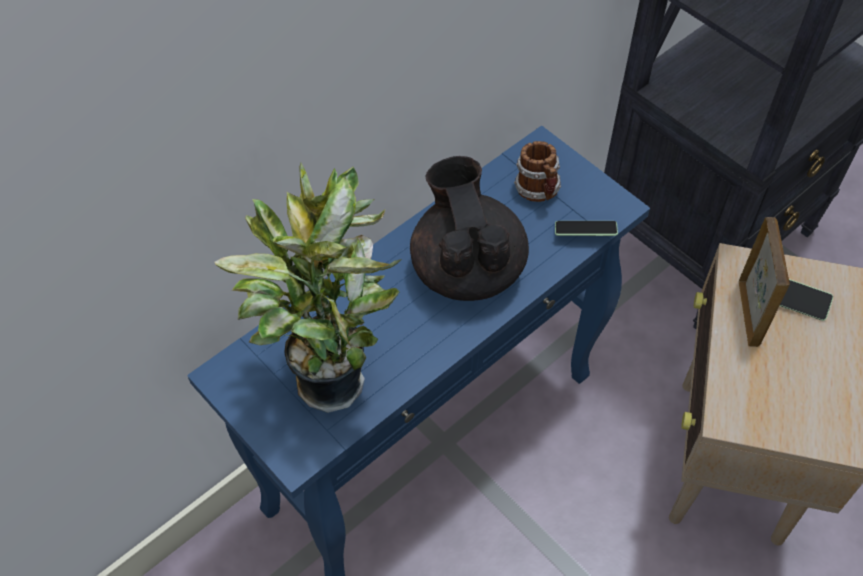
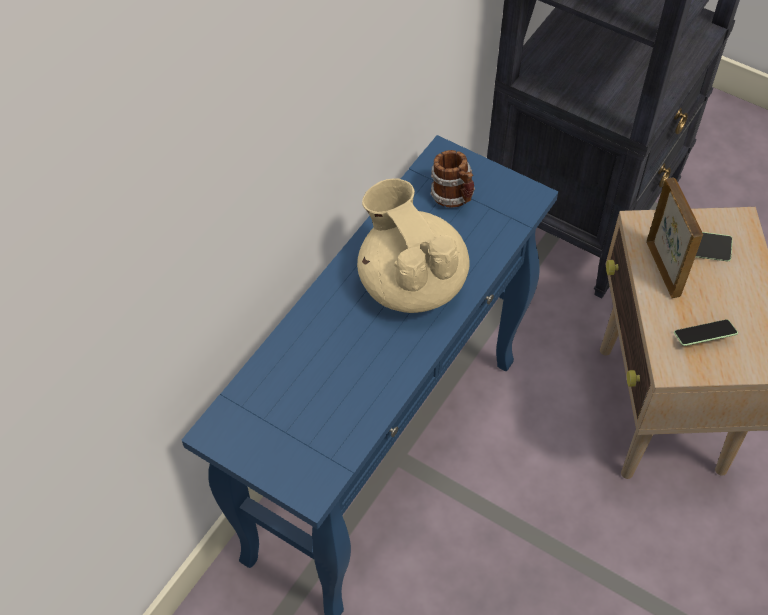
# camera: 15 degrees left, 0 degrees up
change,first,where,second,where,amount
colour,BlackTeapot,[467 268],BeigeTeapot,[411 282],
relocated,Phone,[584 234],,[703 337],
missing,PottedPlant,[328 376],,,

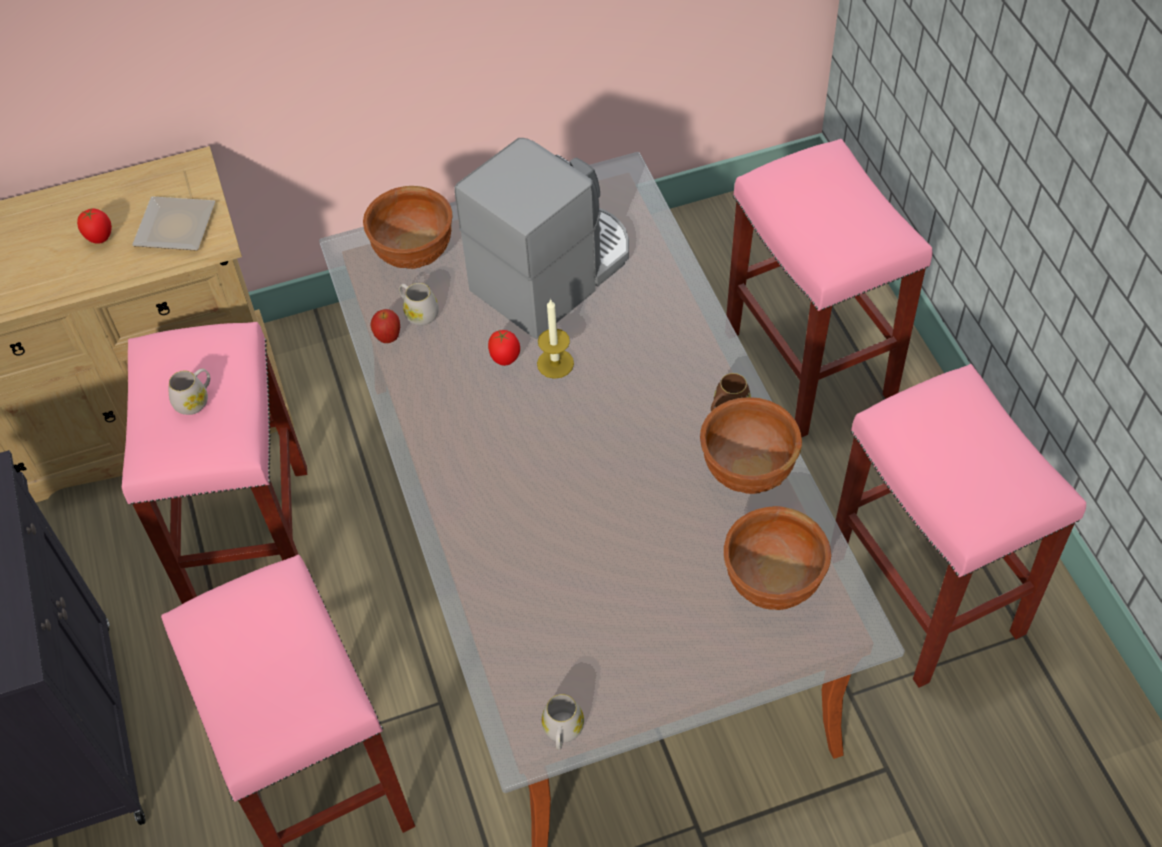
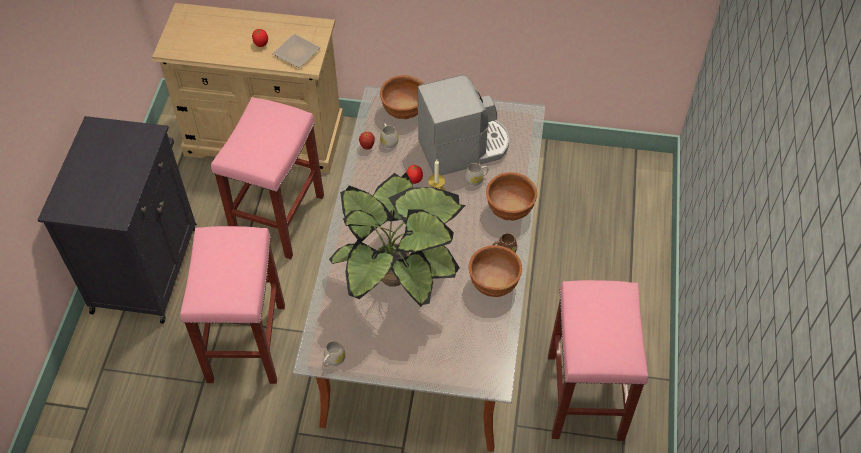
# camera: 25 degrees right, 0 degrees up
change,first,where,second,where,amount
appeared,,,PottedPlant,[399 276],
relocated,WhiteMug,[195 400],,[476 179],
relocated,BrownBowl,[771 582],,[509 209],
missing,PinkStool,[811 366],,,

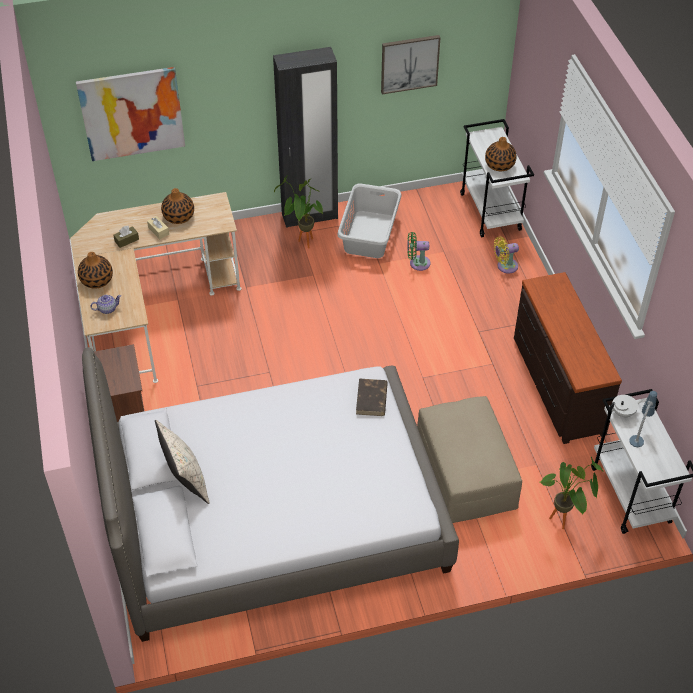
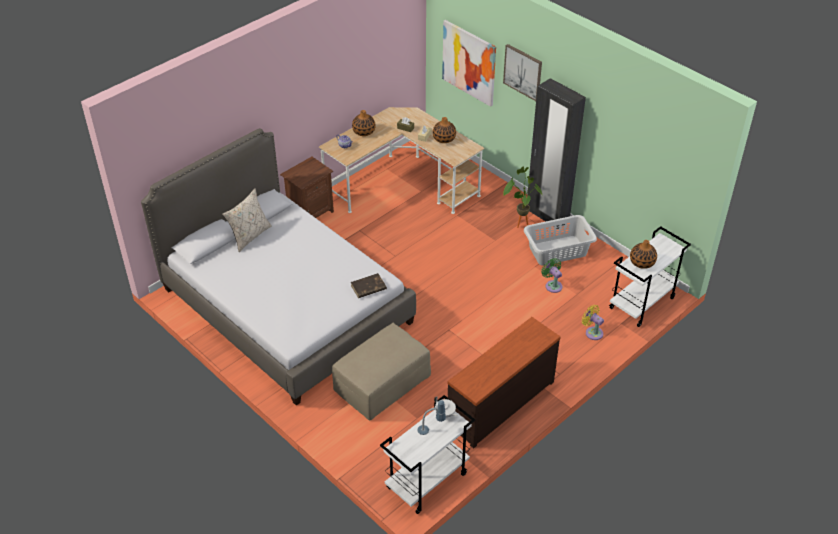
# camera: 60 degrees right, 5 degrees down
change,first,where,second,where,amount
relocated,Picture,[409 63],,[523 72],
missing,PottedPlant,[564 522],,,

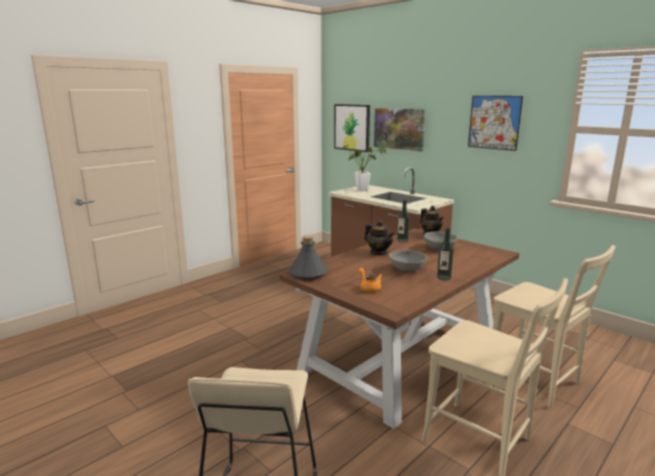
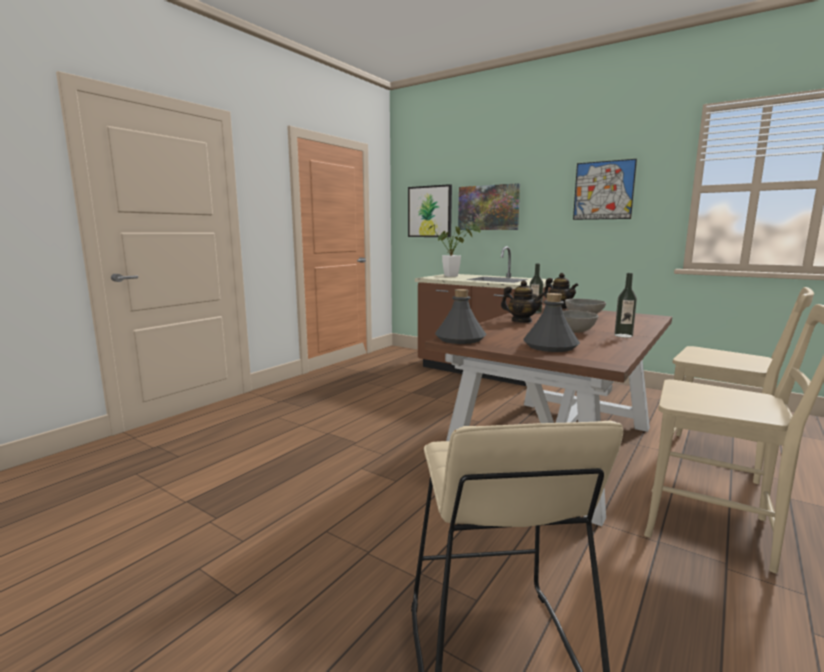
# camera: 10 degrees left, 5 degrees down
change,first,where,second,where,amount
exchanged,OrangeTeapot,[369 287],GreyBottle,[550 346],

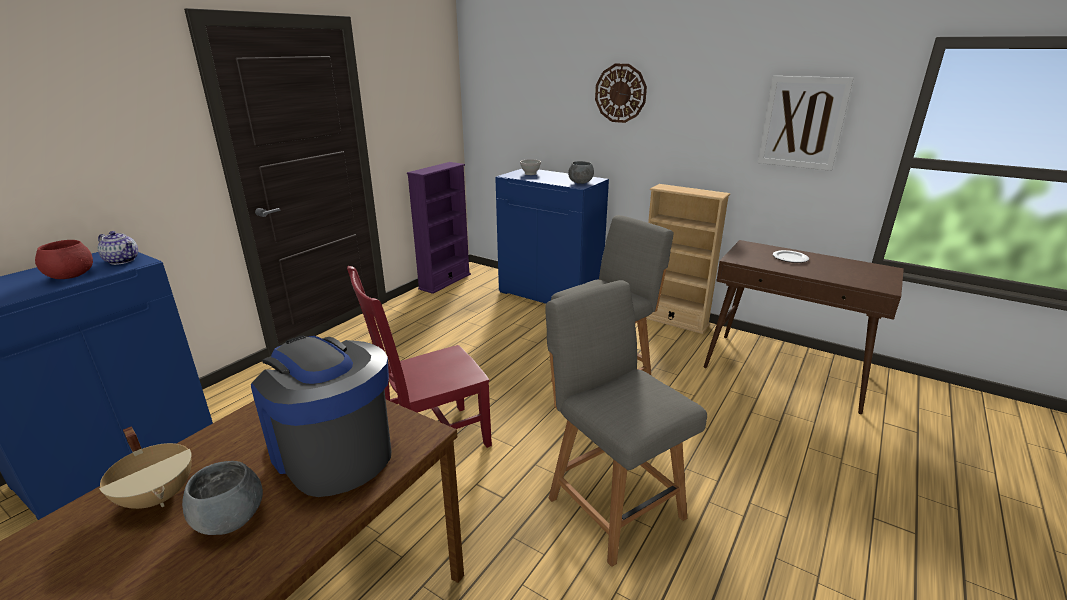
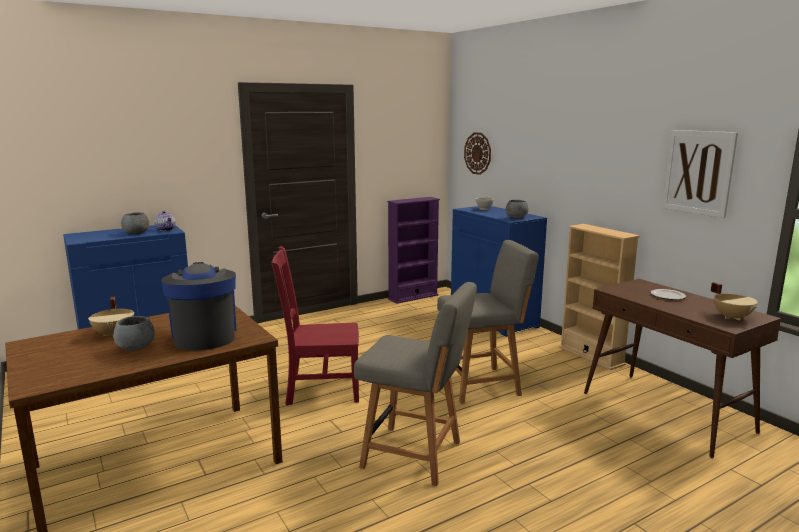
# camera: 25 degrees right, 10 degrees down
change,first,where,second,where,amount
colour,RedBowl,[71 276],GreyBowl,[136 233],
spun,GreyChair,[612 504],,[415 455],120 degrees clockwise
relocated,WallClock,[620 93],,[477 153],
appeared,,,BeigeCookingPot,[732 317],

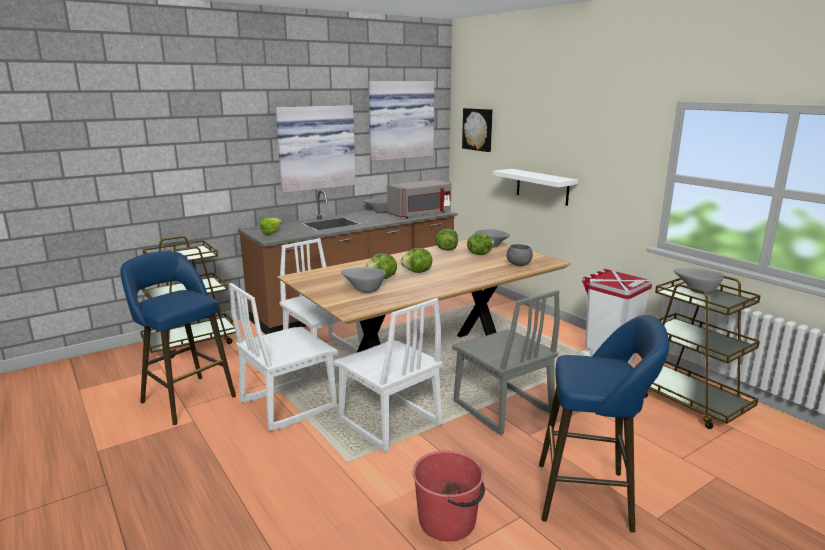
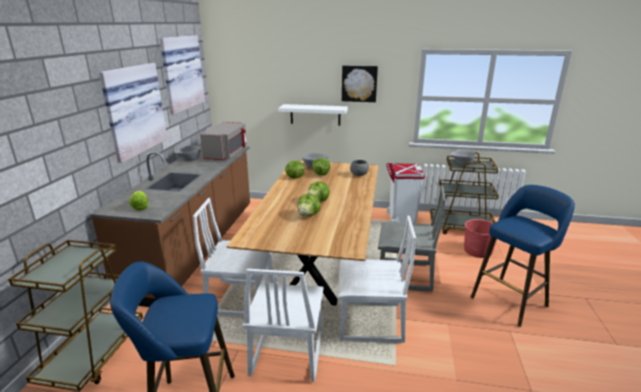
# camera: 45 degrees left, 5 degrees up
change,first,where,second,where,amount
relocated,Picture,[478 129],,[359 83],
relocated,RedBucket,[448 521],,[478 251],
missing,GreyBowl,[364 290],,,

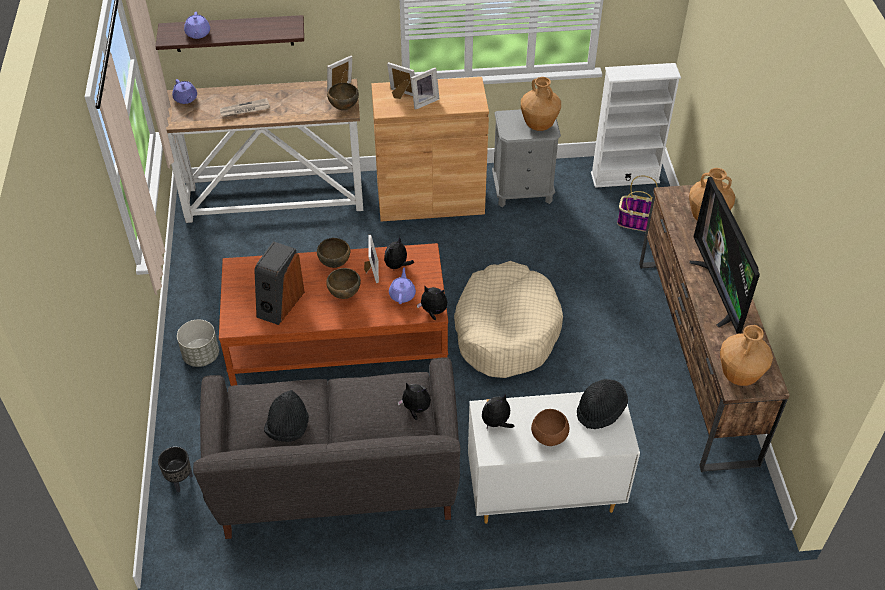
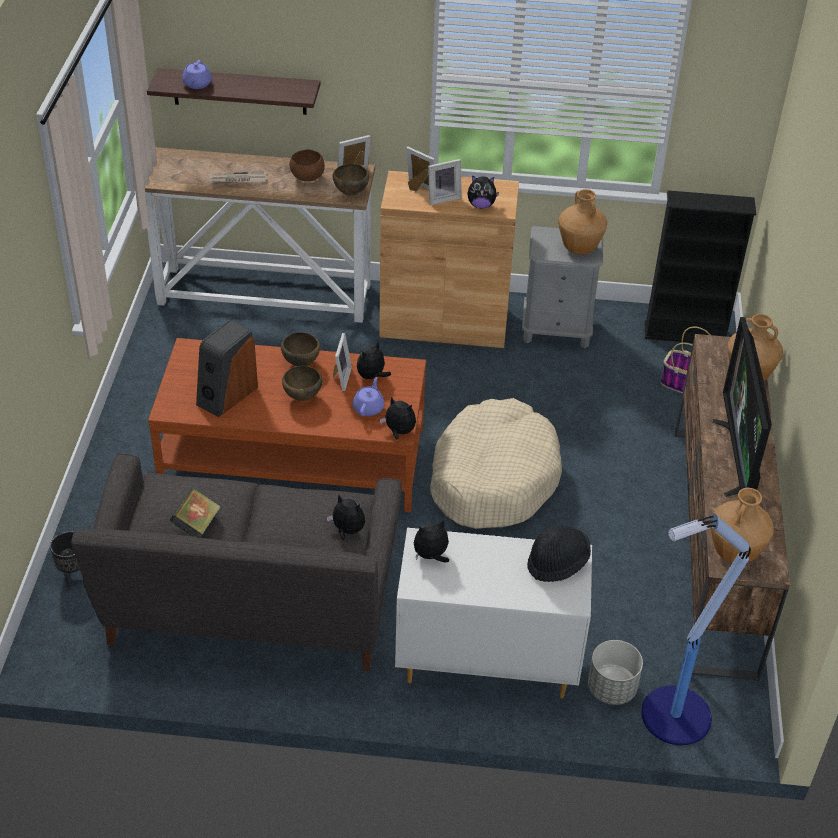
# camera: 10 degrees right, 5 degrees down
change,first,where,second,where,amount
exchanged,BlackHat,[288 428],Book,[196 525],
relocated,BrownBowl,[549 437],,[308 178],
appeared,,,PlushToy,[481 205],
relocated,GreyPlanter,[201 355],,[611 688],
appeared,,,FloorLamp,[673 717],
colour,WhiteBookcase,[625 177],BlackBookcase,[685 333],
missing,PurpleTeapot,[186 99],,,

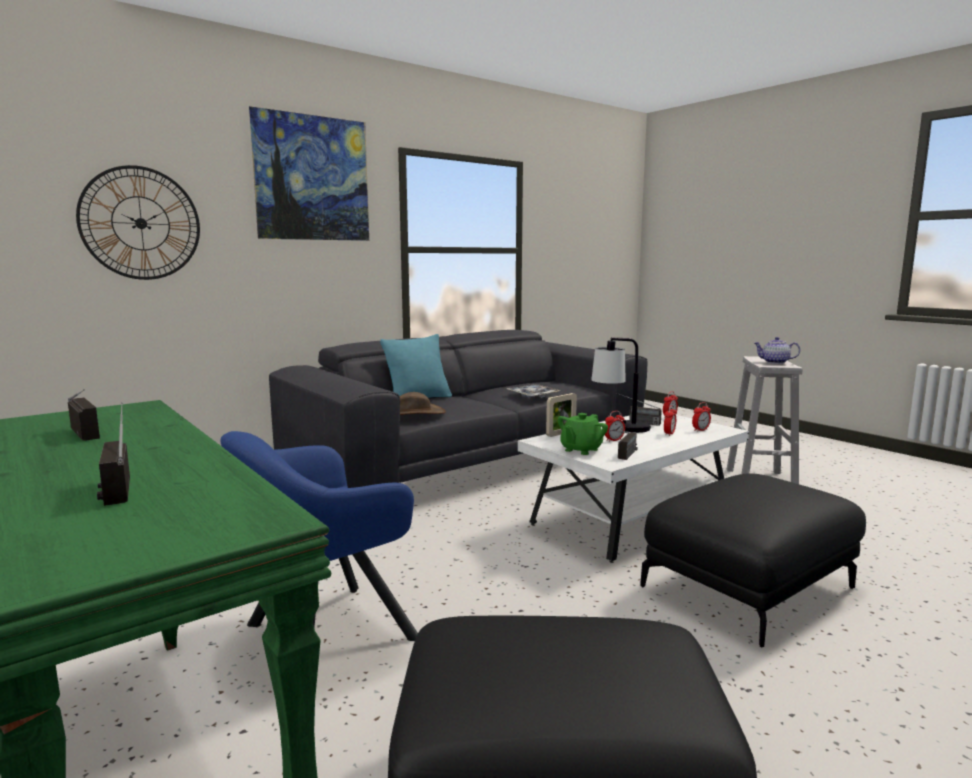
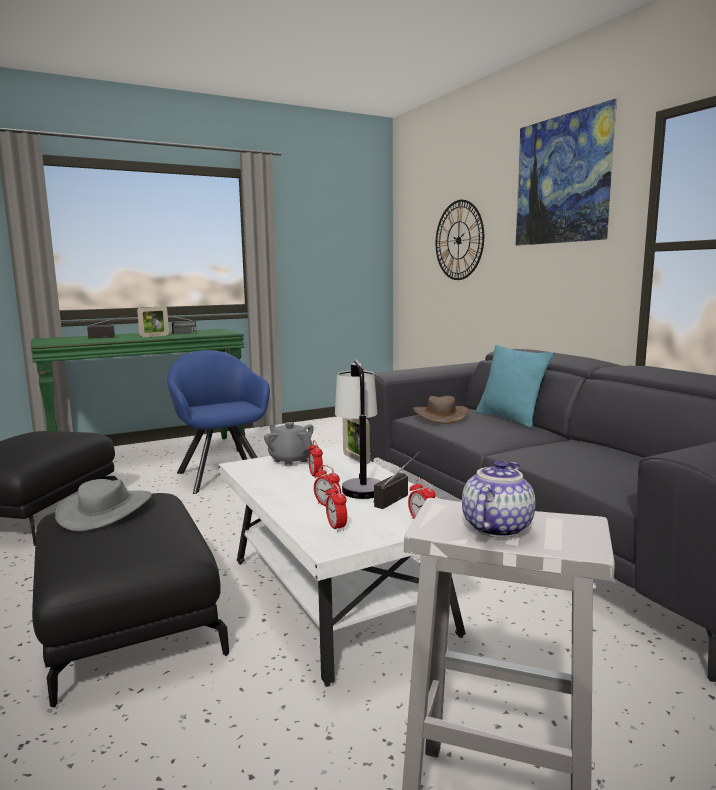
# camera: 100 degrees right, 0 degrees up
change,first,where,second,where,amount
appeared,,,GreyHat,[106 510],
appeared,,,PictureFrame,[154 336],
colour,GreenTeapot,[581 450],GreyTeapot,[290 460],
missing,Tray,[533 395],,,
missing,Radio,[625 457],,,

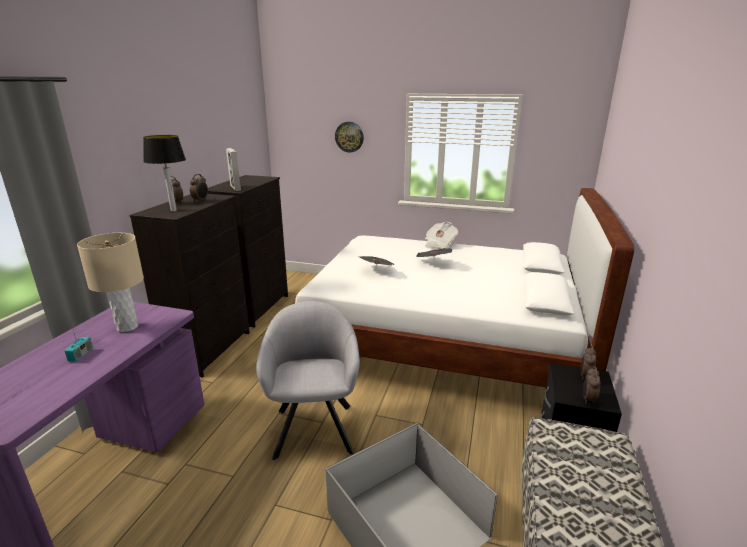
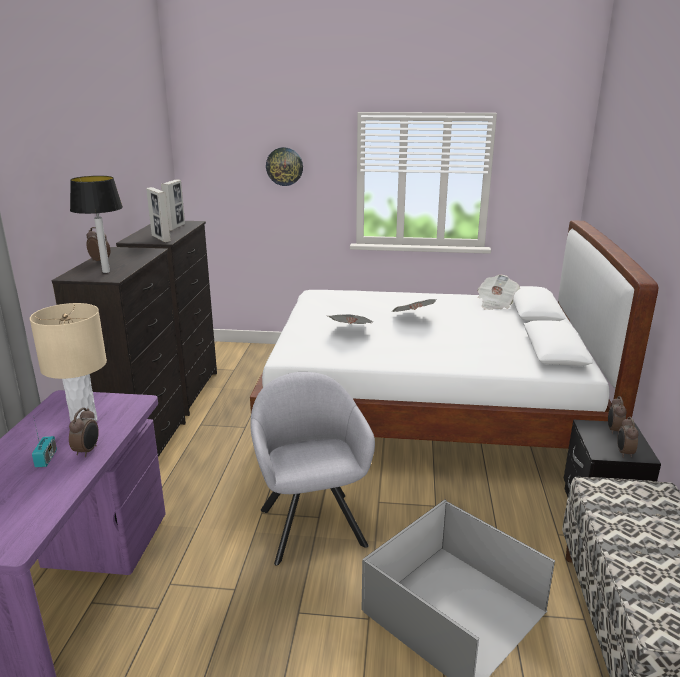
# camera: 10 degrees left, 0 degrees up
change,first,where,second,where,amount
relocated,AlarmClock,[201 200],,[87 451],
appeared,,,PictureFrame,[175 227],
relocated,Newspaper,[439 244],,[495 304],

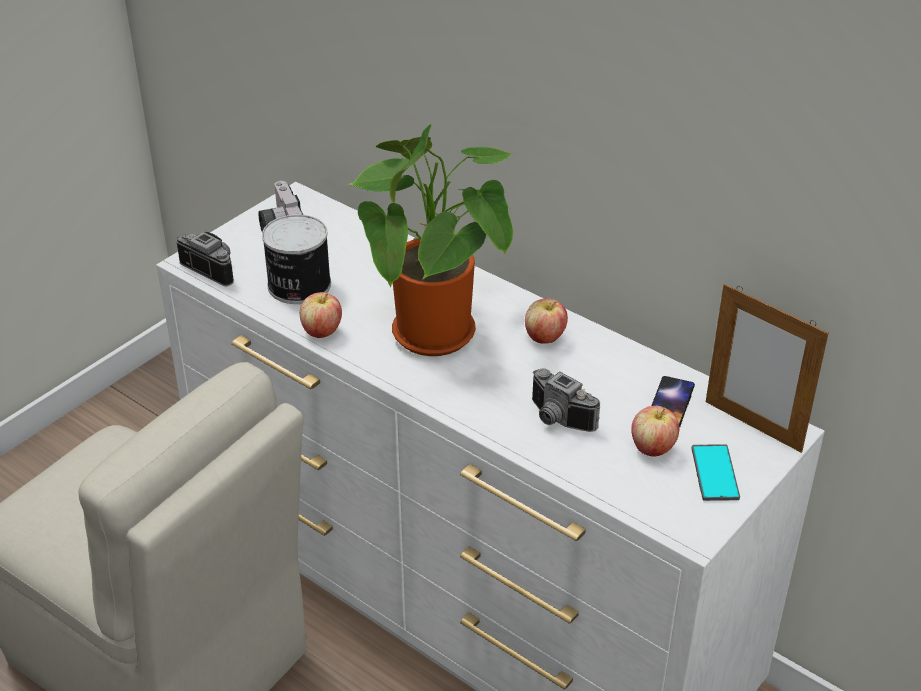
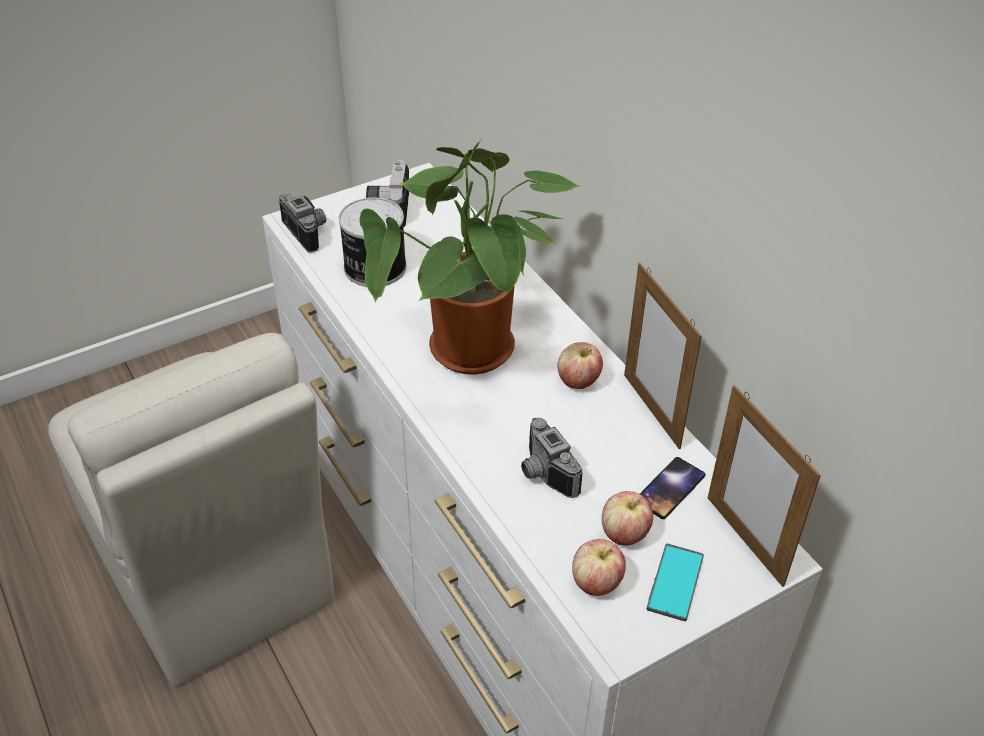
# camera: 20 degrees right, 5 degrees up
change,first,where,second,where,amount
relocated,Apple,[322 331],,[596 583],
appeared,,,PictureFrame,[651 410],

